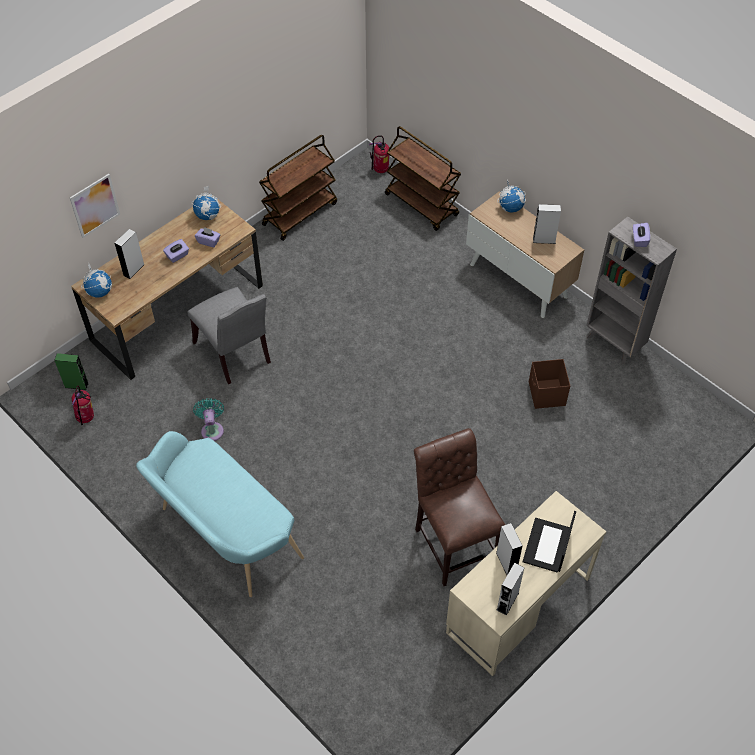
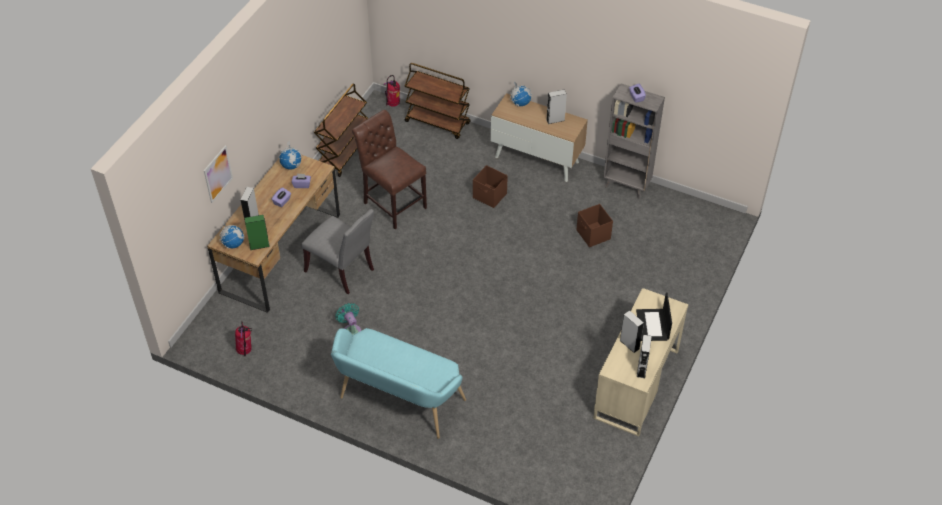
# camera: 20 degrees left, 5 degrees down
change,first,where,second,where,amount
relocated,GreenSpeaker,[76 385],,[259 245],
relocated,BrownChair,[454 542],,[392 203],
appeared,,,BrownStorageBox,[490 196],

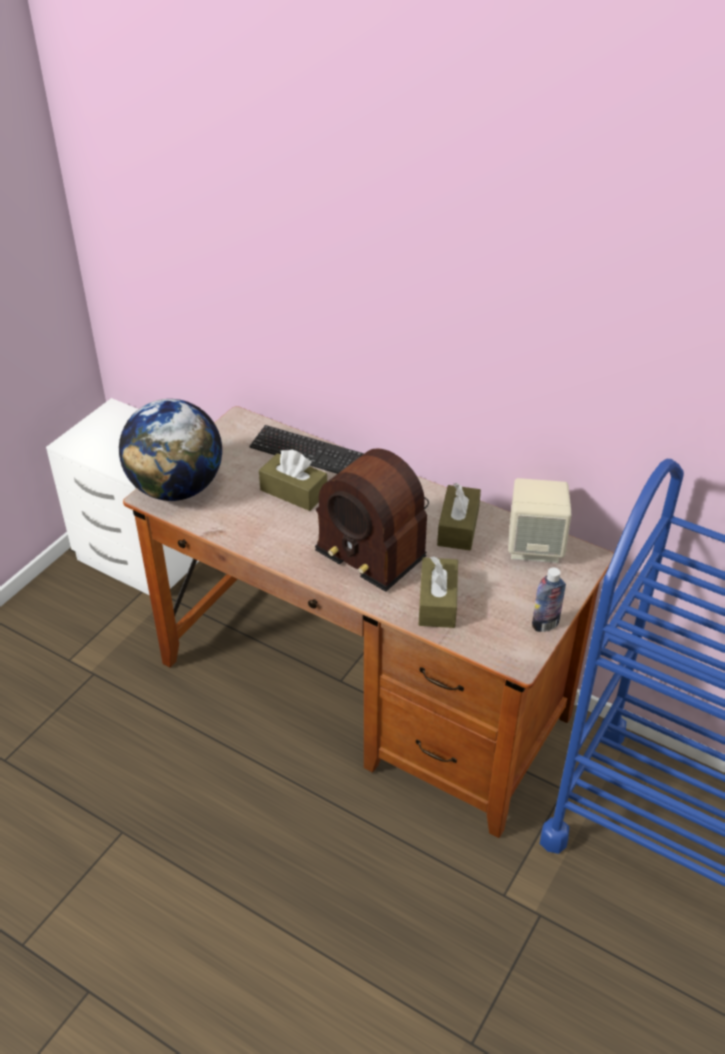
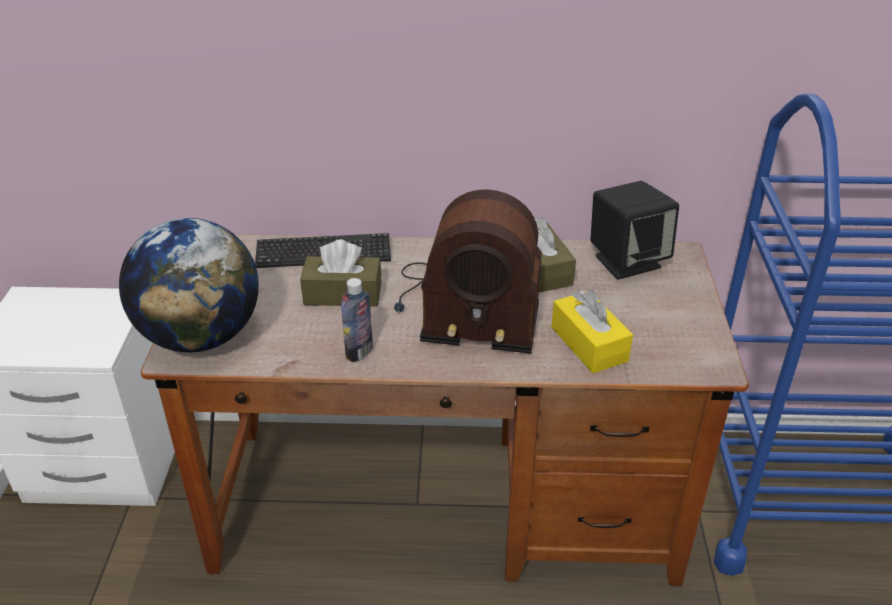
# camera: 30 degrees left, 5 degrees down
change,first,where,second,where,amount
relocated,Bottle,[545 624],,[359 352],
colour,BrownTissueBox,[437 602],YellowTissueBox,[589 344],
colour,BeigeSpeaker,[535 546],BlackSpeaker,[627 261],

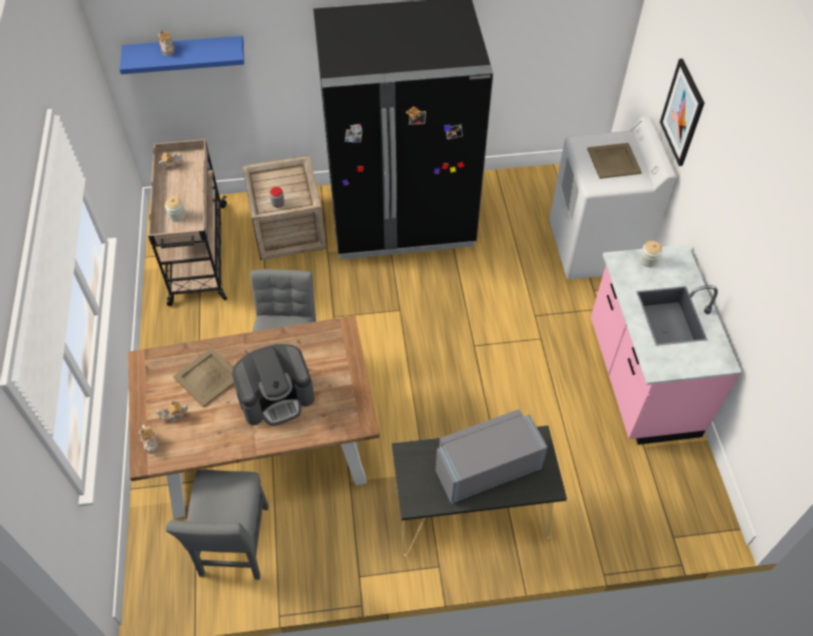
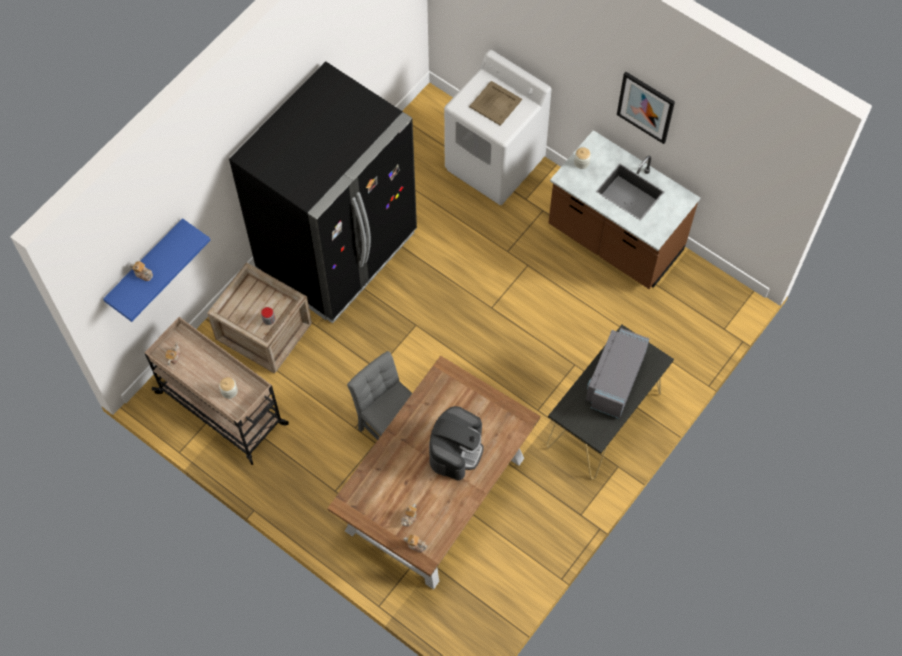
# camera: 45 degrees left, 10 degrees up
change,first,where,second,where,amount
colour,PinkCounter,[640 379],BrownCounter,[614 241],
relocated,Picture,[682 113],,[646 107],
missing,GreyChair,[235 545],,,
missing,BeigeTray,[208 376],,,

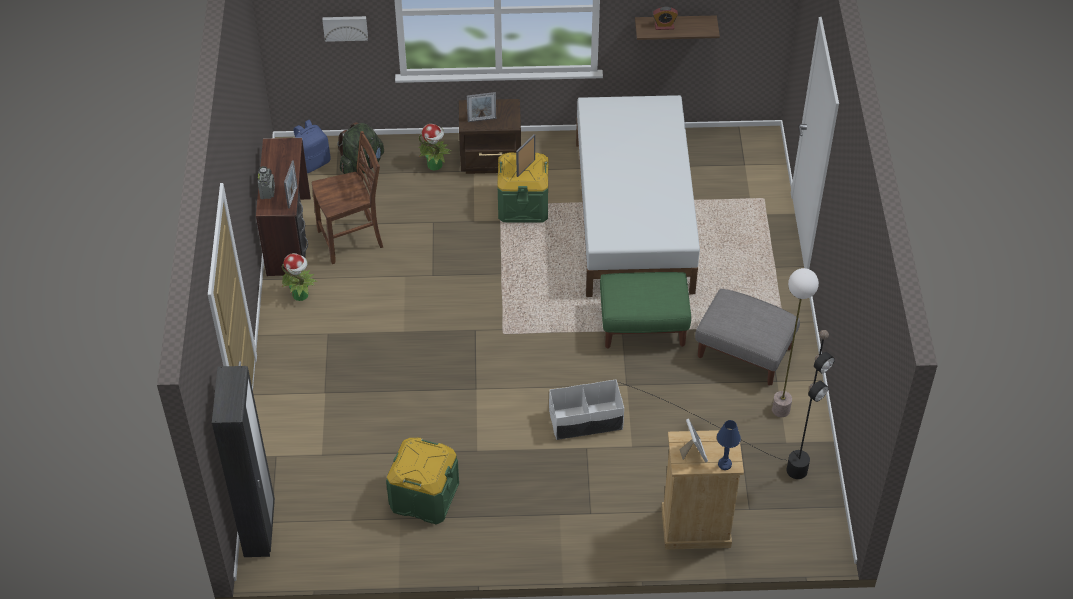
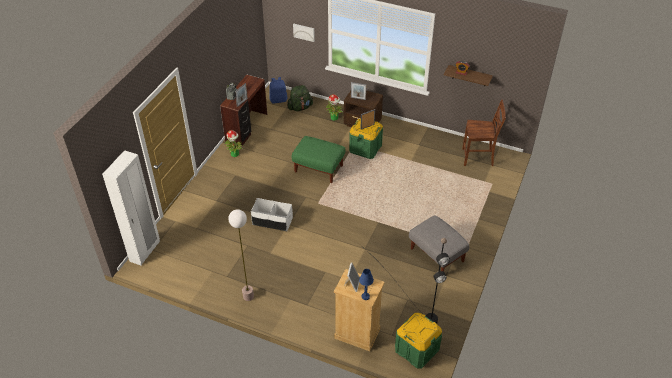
# camera: 25 degrees right, 5 degrees down
change,first,where,second,where,amount
colour,BlackWardrobe,[260 529],WhiteWardrobe,[145 251],
relocated,FloorLamp,[780 409],,[248 296],
relocated,WhiteStorageBox,[586 421],,[272 221],
relocated,GreenOttoman,[643 326],,[319 169],
relocated,GreenStorageBox,[424 496],,[416 349],
relocated,BrownChair,[352 240],,[478 158],
missing,WhiteBed,[634 216],,,

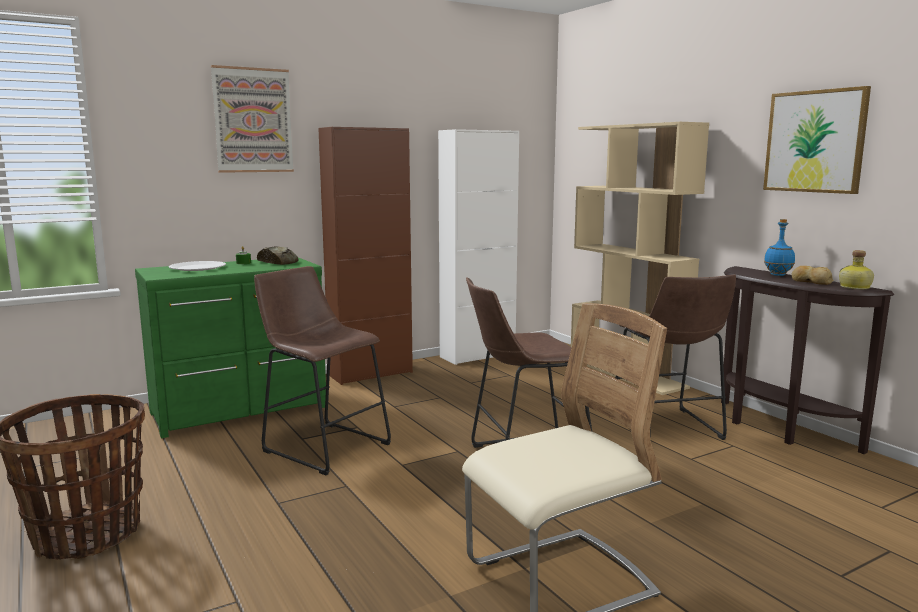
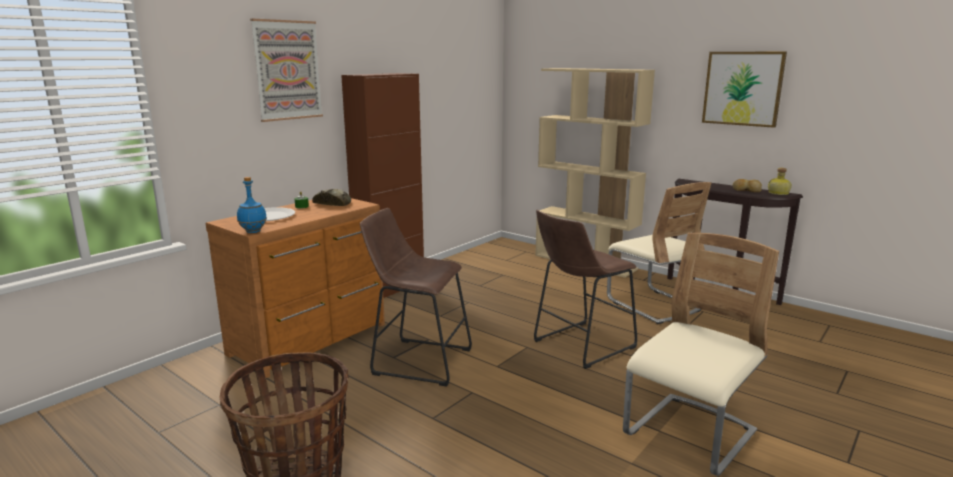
# camera: 20 degrees left, 5 degrees up
change,first,where,second,where,amount
colour,GreenDresser,[241 410],BrownDresser,[312 339],
relocated,BlueBottle,[778 275],,[253 232],
exchanged,BrownStool,[667 429],BeigeChair,[652 305],
missing,WhiteCabinet,[477 355],,,

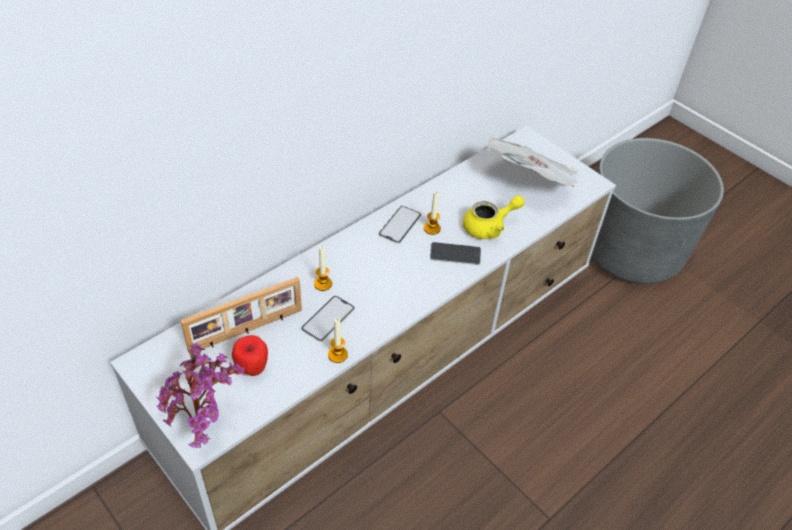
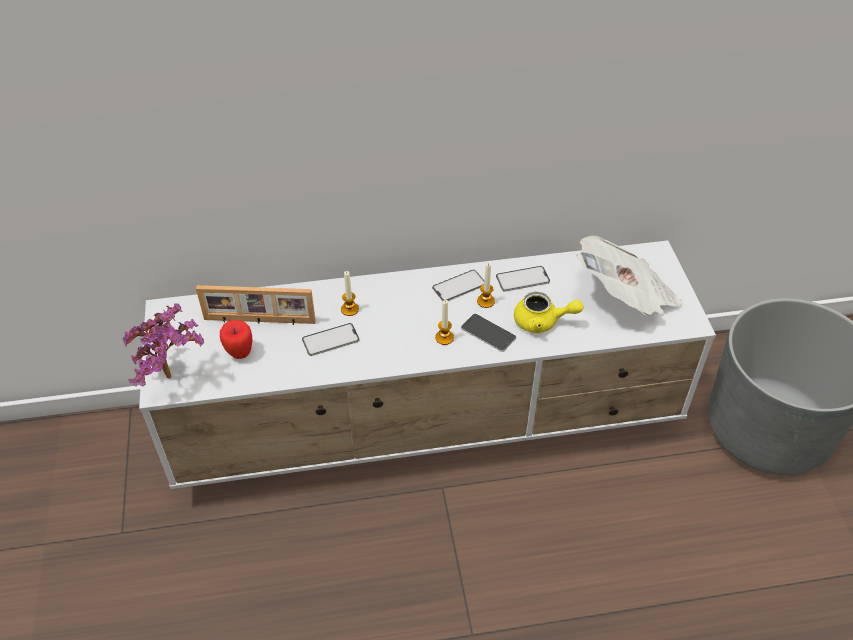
# camera: 35 degrees right, 0 degrees up
change,first,where,second,where,amount
relocated,Candle,[337 355],,[444 338],
appeared,,,Phone,[522 279],

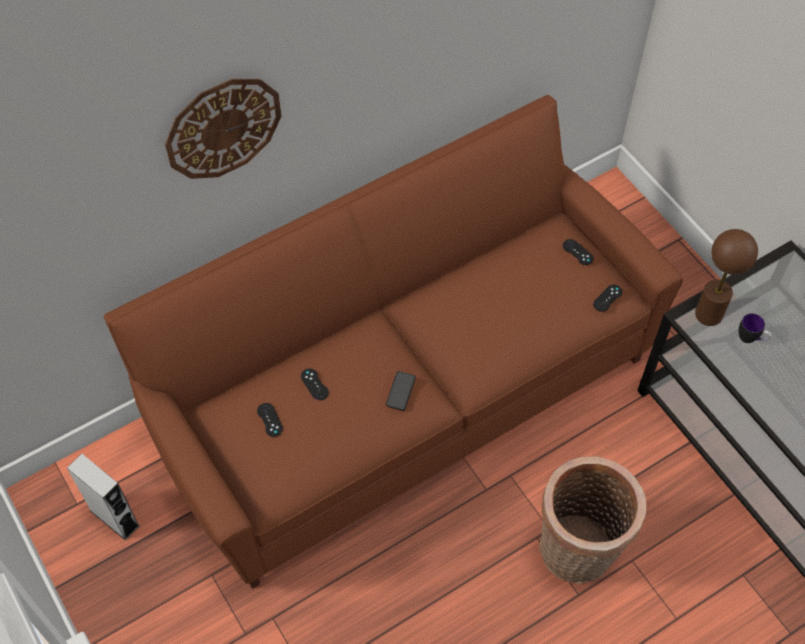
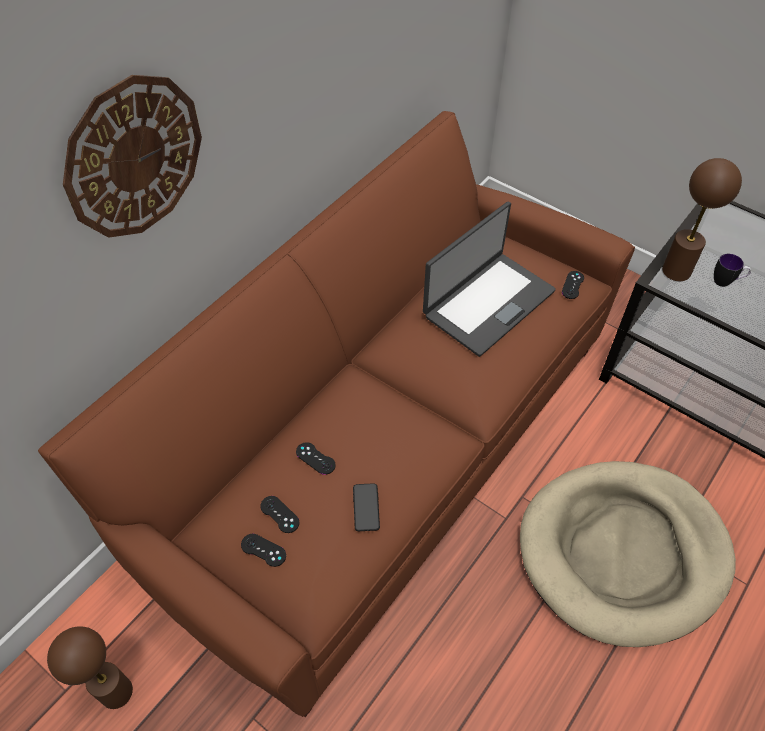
# camera: 20 degrees left, 5 degrees down
change,first,where,second,where,amount
exchanged,GreySpeaker,[115 518],BrownTableLamp,[116 691],
relocated,BlackGameController,[577 252],,[263 550],
relocated,Phone,[400 391],,[366 507],
appeared,,,Laptop,[487 302],
exchanged,Basket,[577 553],BeigeDogBed,[622 553],

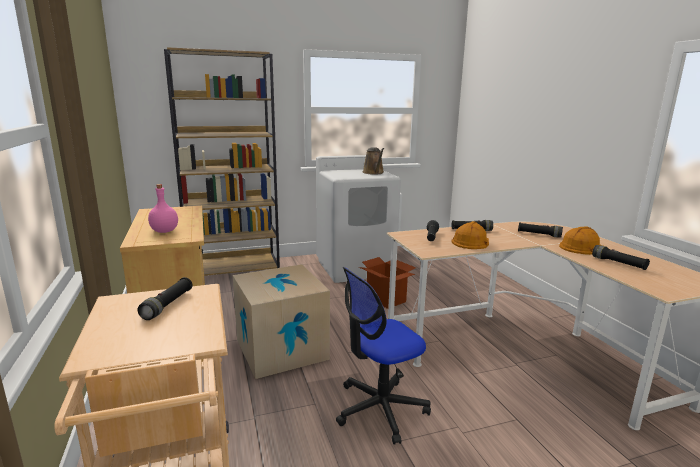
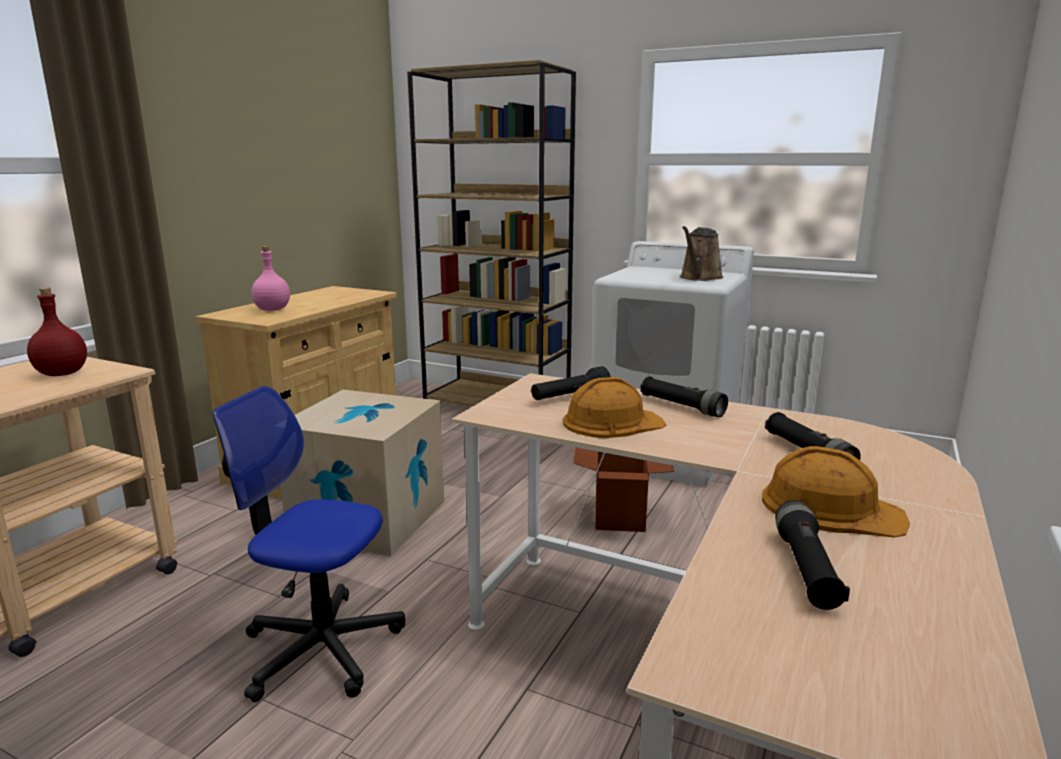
# camera: 45 degrees right, 0 degrees up
change,first,where,second,where,amount
exchanged,BlackFlashlight,[168 305],RedBottle,[63 373],

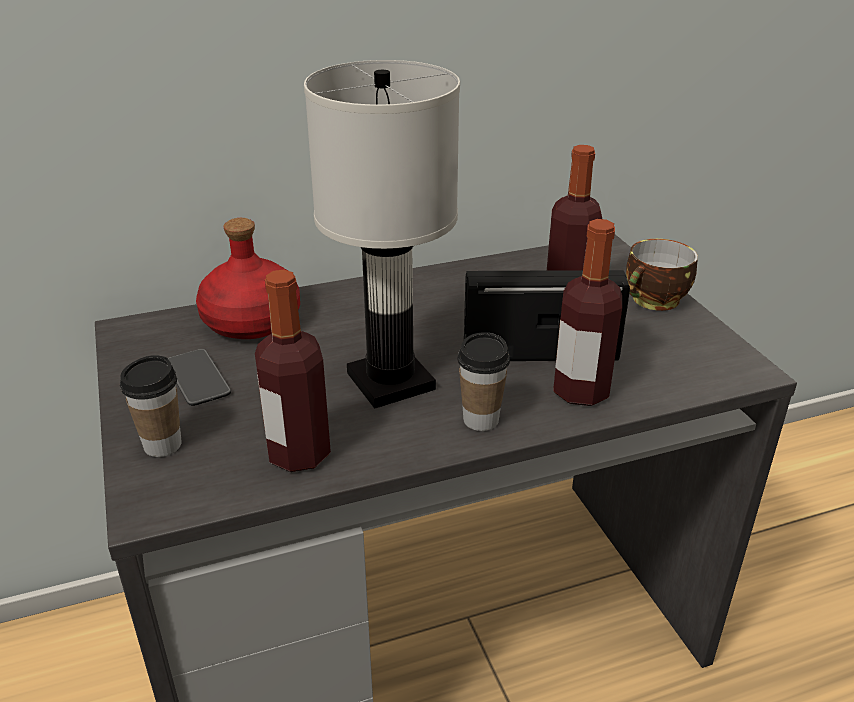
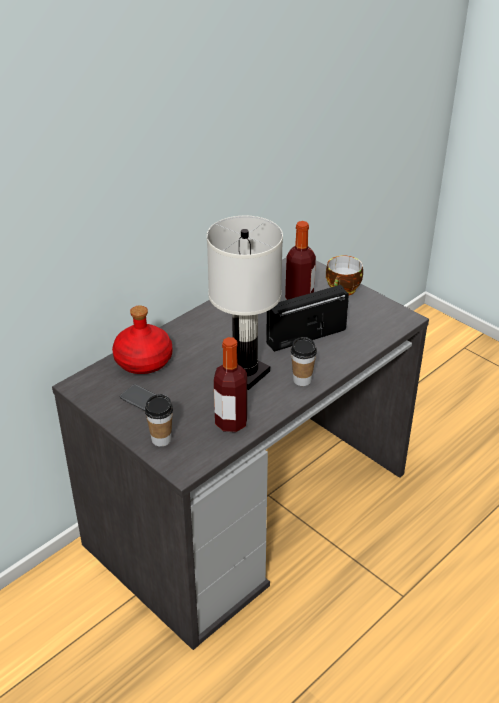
# camera: 25 degrees left, 5 degrees up
change,first,where,second,where,amount
missing,Bottle,[580 391],,,

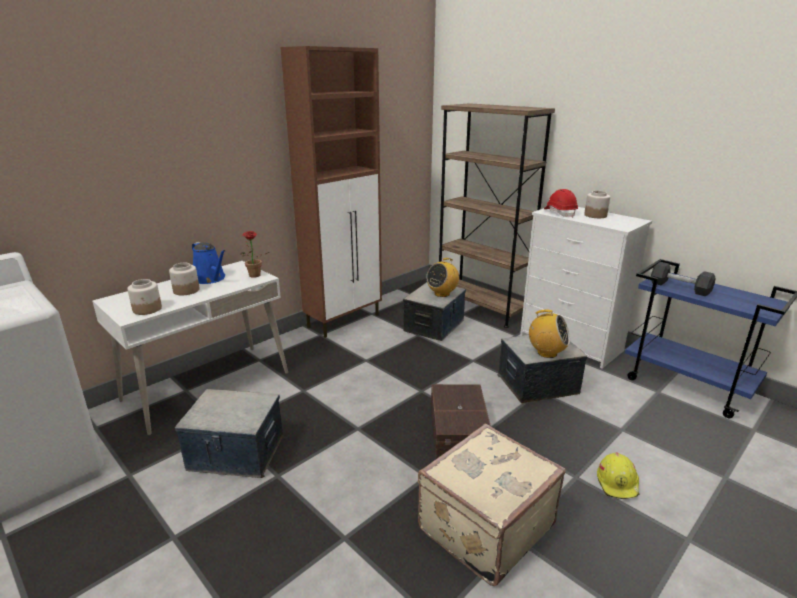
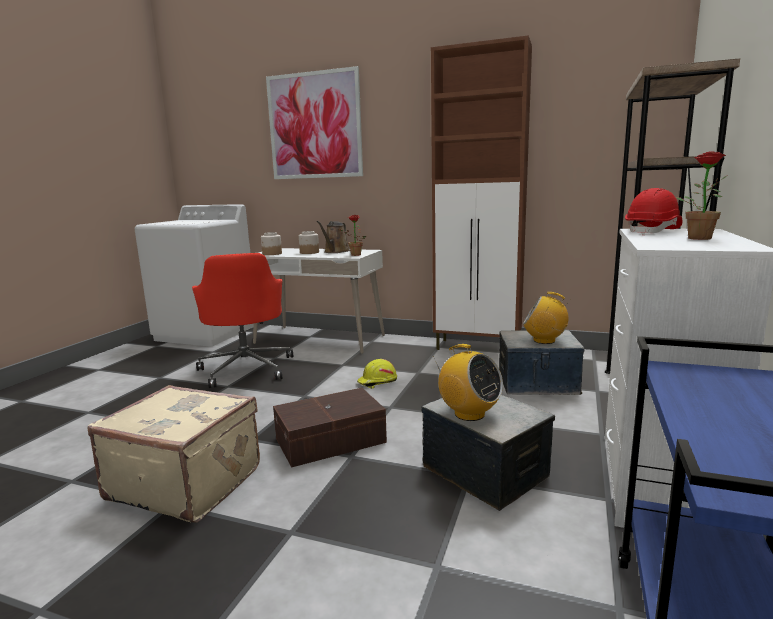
# camera: 65 degrees right, 10 degrees down
change,first,where,second,where,amount
exchanged,StorageBox,[236 453],RedOfficeChair,[246 368],
appeared,,,Picture,[314 126],
colour,BlueWateringCan,[211 279],BrownWateringCan,[335 252],
relocated,YellowHardHat,[618 483],,[377 382],
spun,Radio,[546 353],,[469 414],45 degrees counterclockwise
exchanged,Jar,[595 215],PottedPlant,[697 238],
missing,BlackDumbbell,[679 288],,,

